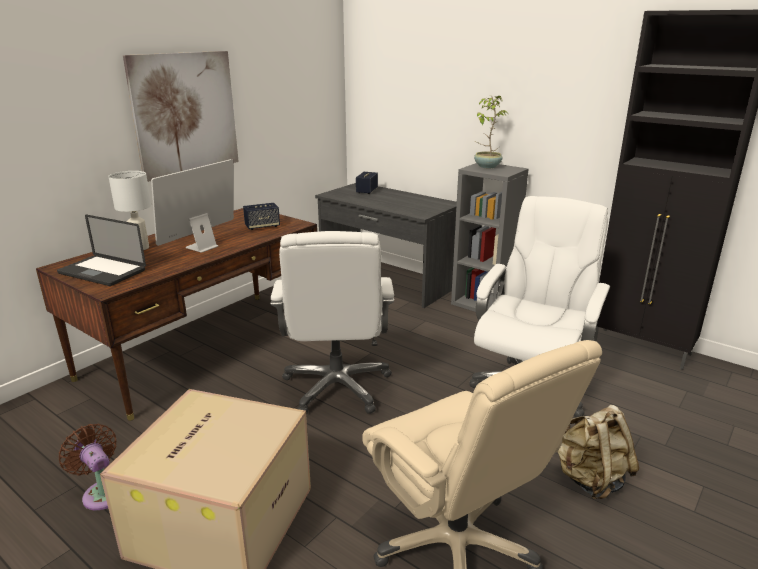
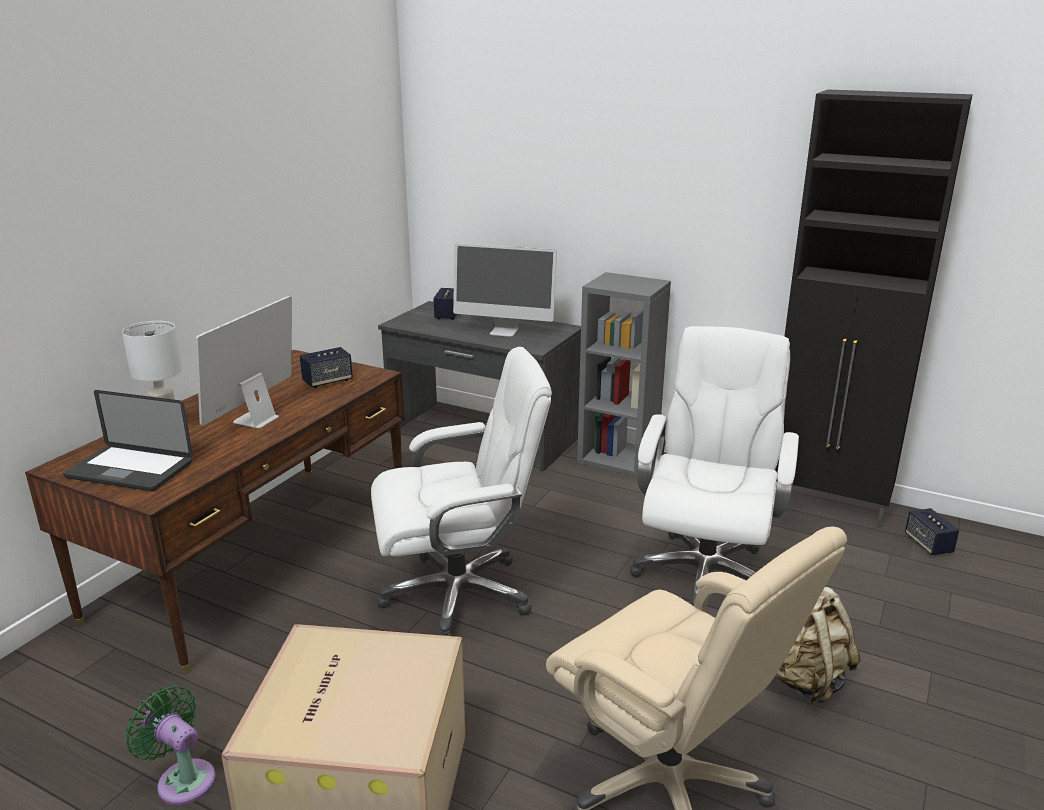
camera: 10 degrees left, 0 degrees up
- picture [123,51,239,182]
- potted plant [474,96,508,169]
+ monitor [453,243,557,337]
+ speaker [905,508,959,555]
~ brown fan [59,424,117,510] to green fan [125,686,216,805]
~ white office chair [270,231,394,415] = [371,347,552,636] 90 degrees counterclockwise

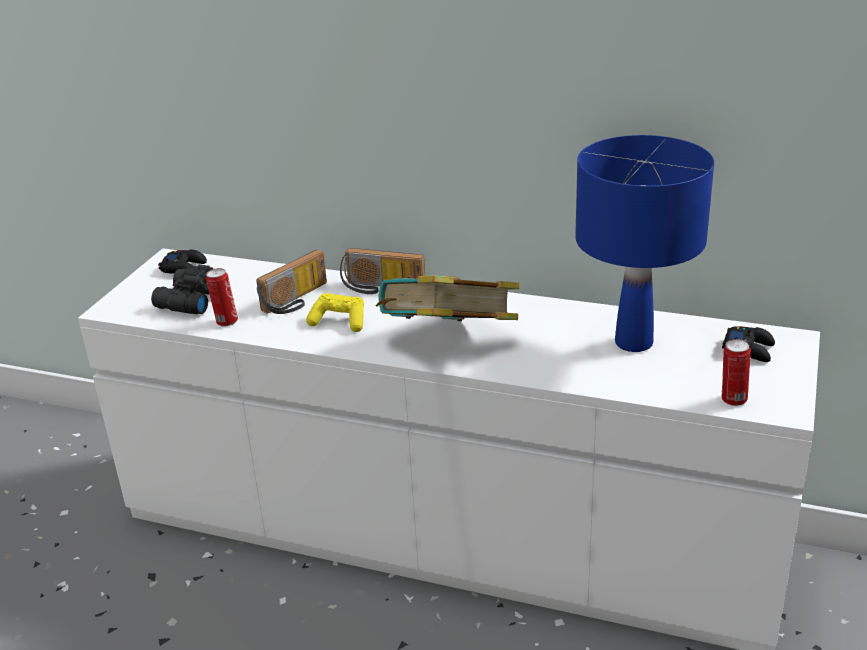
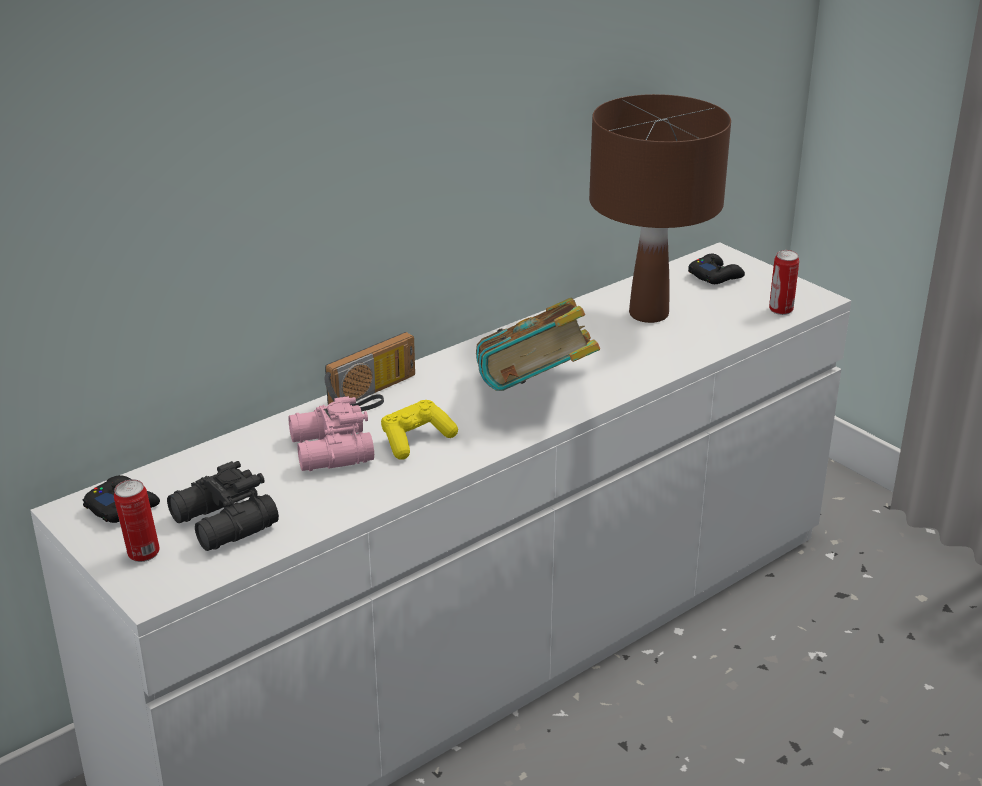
camera: 60 degrees left, 0 degrees up
~ can [206,268,238,327] to [114,479,160,562]
~ radio [256,250,327,314] to pink binoculars [288,396,374,471]
~ blue table lamp [575,135,714,352] to brown table lamp [589,94,731,323]

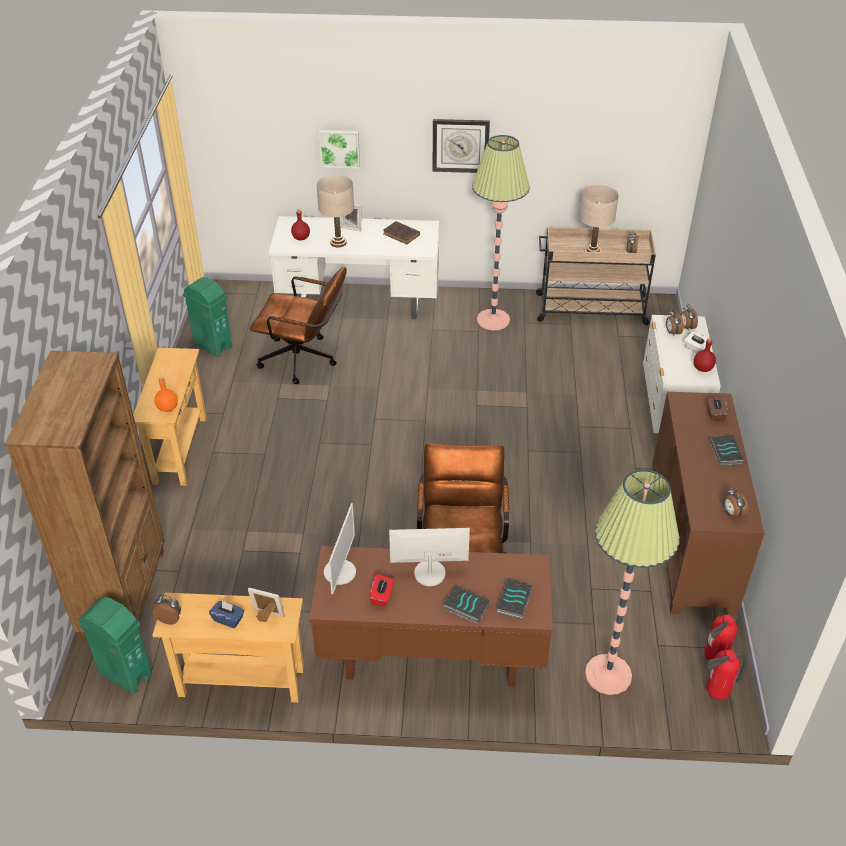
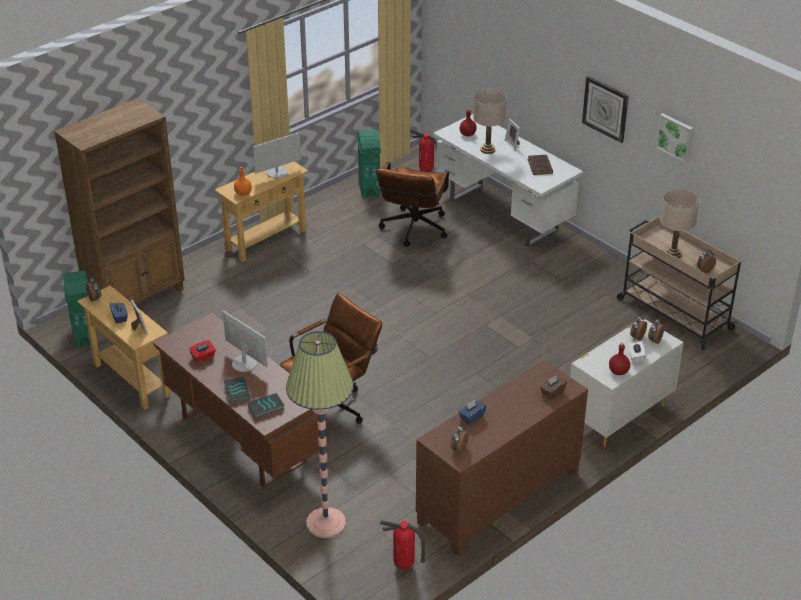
camera: 45 degrees right, 5 degrees down
- floor lamp [472,135,530,330]
- book [710,436,744,466]
+ blue tissue box [459,400,486,424]
~ picture [319,130,360,169] to [656,113,693,163]
~ monitor [324,503,356,594] to [253,132,301,179]
~ fire extinguisher [706,650,748,700] to [411,129,437,172]
~ brown office chair [250,267,347,384] = [376,162,449,247] 45 degrees clockwise

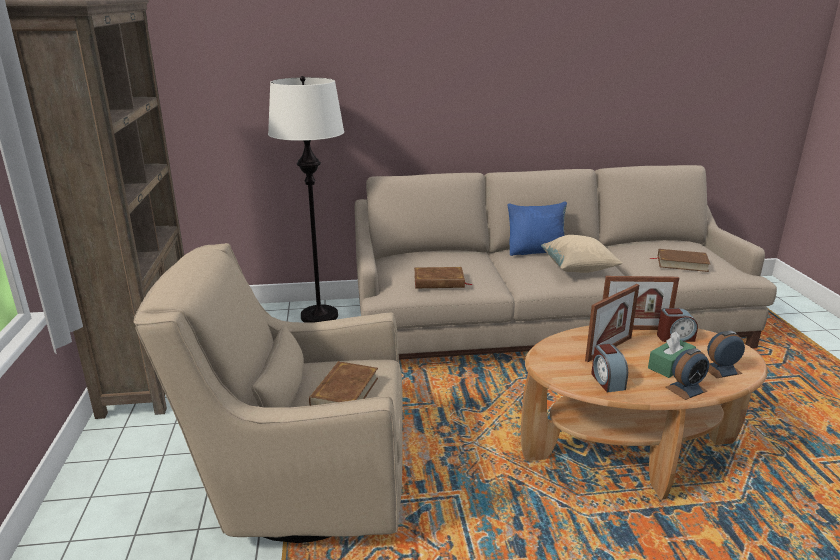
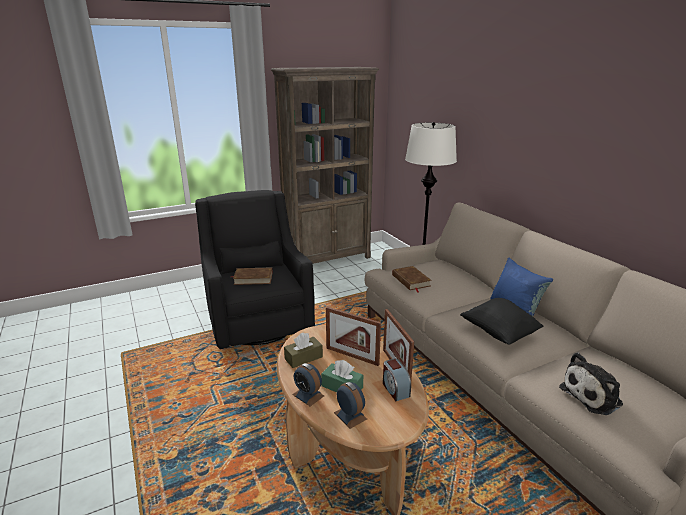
camera: 70 degrees right, 0 degrees up
~ alarm clock [591,344,628,393] to brown tissue box [284,333,323,368]
~ brown book [649,249,710,272] to plush toy [559,353,623,415]
~ beige armchair [134,243,403,543] to black armchair [195,190,315,349]
~ beige pillow [541,235,623,273] to black pillow [460,298,543,345]

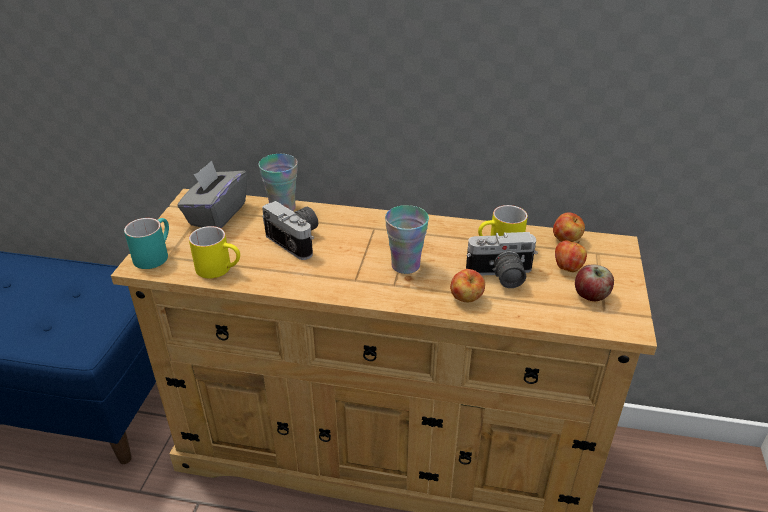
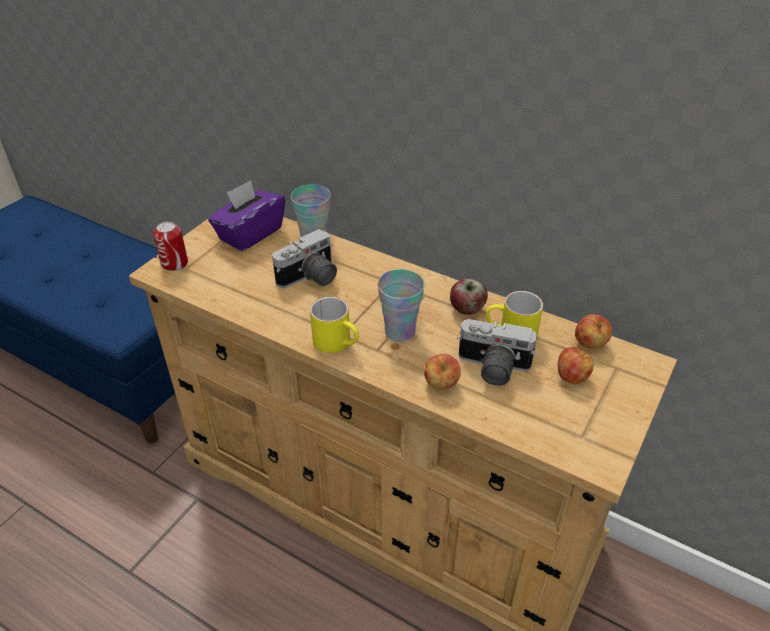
camera: 20 degrees right, 5 degrees up
~ yellow mug [189,226,240,279] to [310,297,359,353]
~ apple [575,265,614,301] to [450,279,488,315]
~ turquoise mug [124,218,169,269] to can [153,221,188,271]
~ grey tissue box [177,161,247,228] to purple tissue box [208,180,285,251]
~ photo camera [262,201,318,260] = [272,229,337,288] 75 degrees clockwise

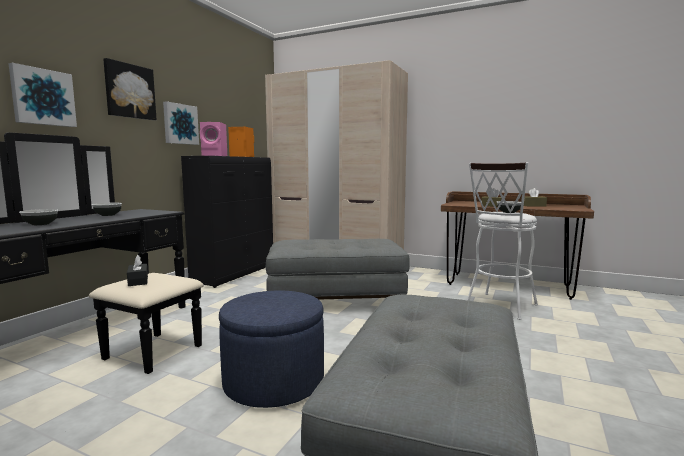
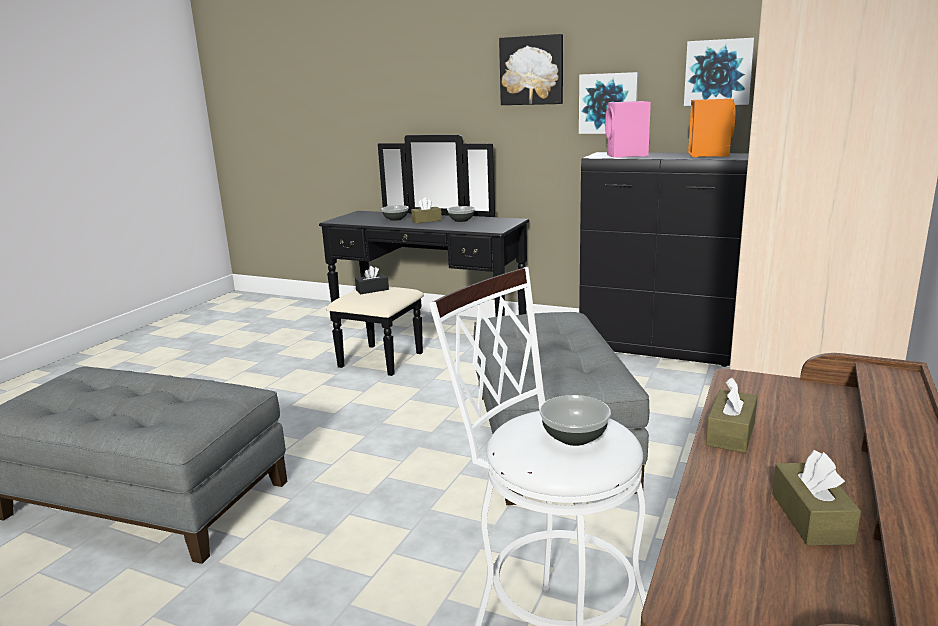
camera: 90 degrees right, 10 degrees up
- blue ottoman [219,291,324,408]
+ brown tissue box [411,197,442,223]
~ picture [8,63,77,127] to [684,38,755,106]

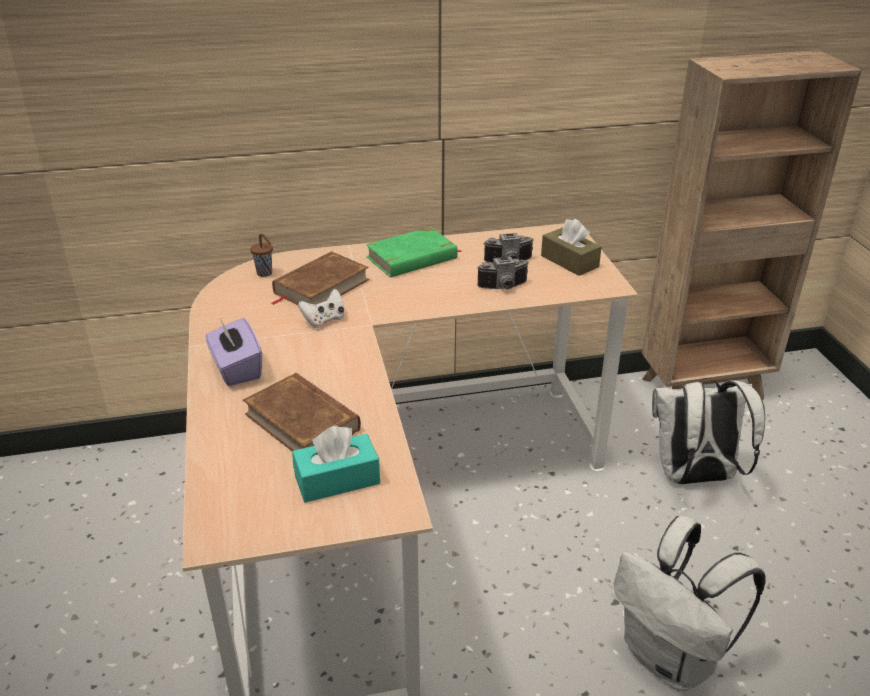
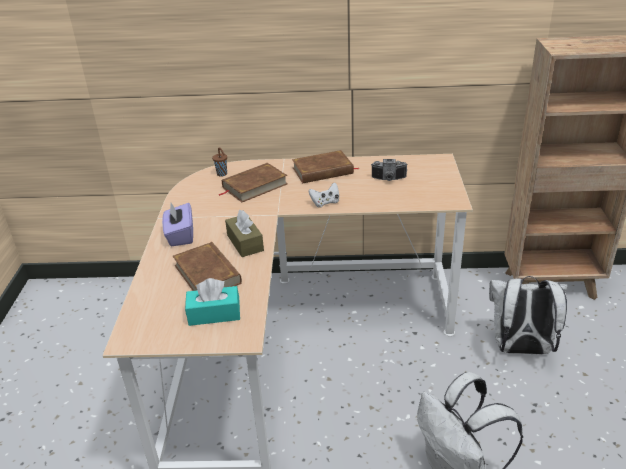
camera: 15 degrees right, 0 degrees up
- photo camera [477,256,528,290]
~ white game controller [298,289,345,328] to [308,182,339,208]
~ brown tissue box [541,219,602,276] to [225,210,264,257]
~ green book [366,227,462,278] to brown book [292,150,359,183]

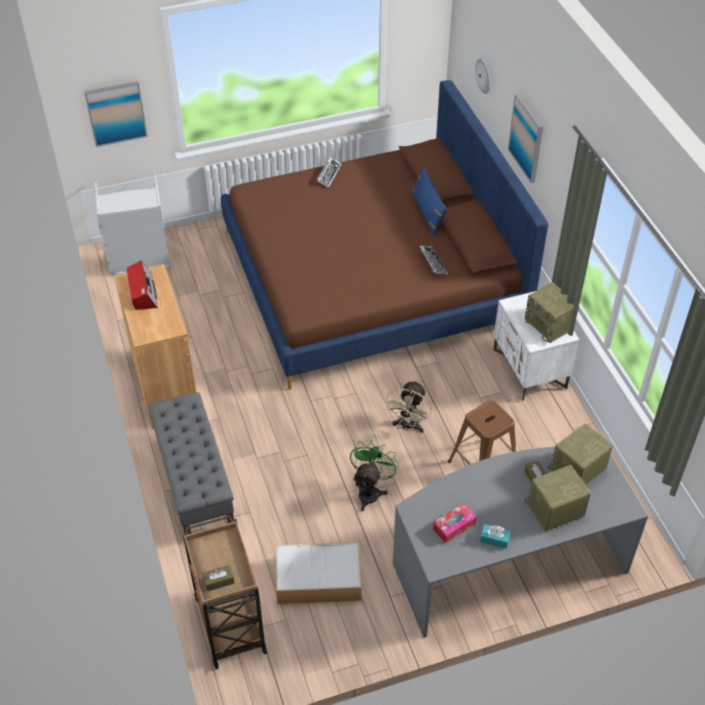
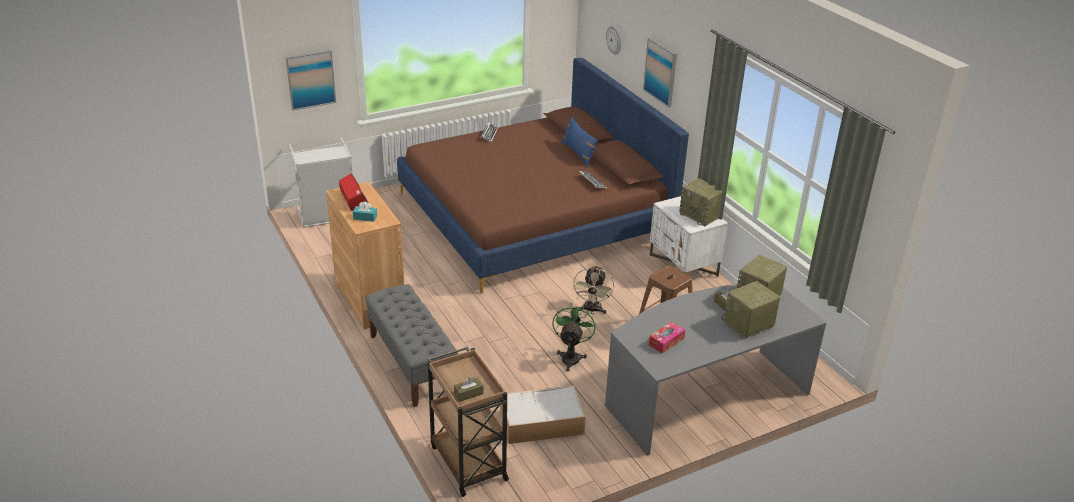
camera: 10 degrees left, 15 degrees down
~ turquoise tissue box [480,524,511,549] to [353,201,377,222]

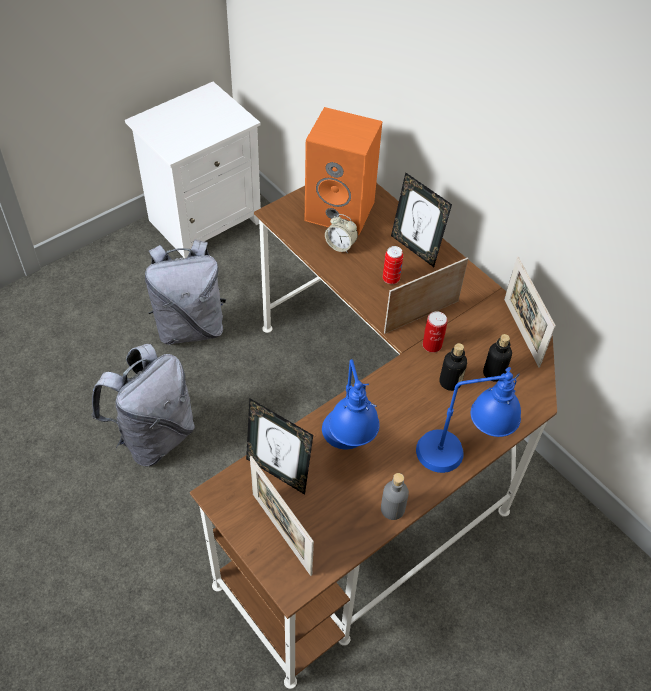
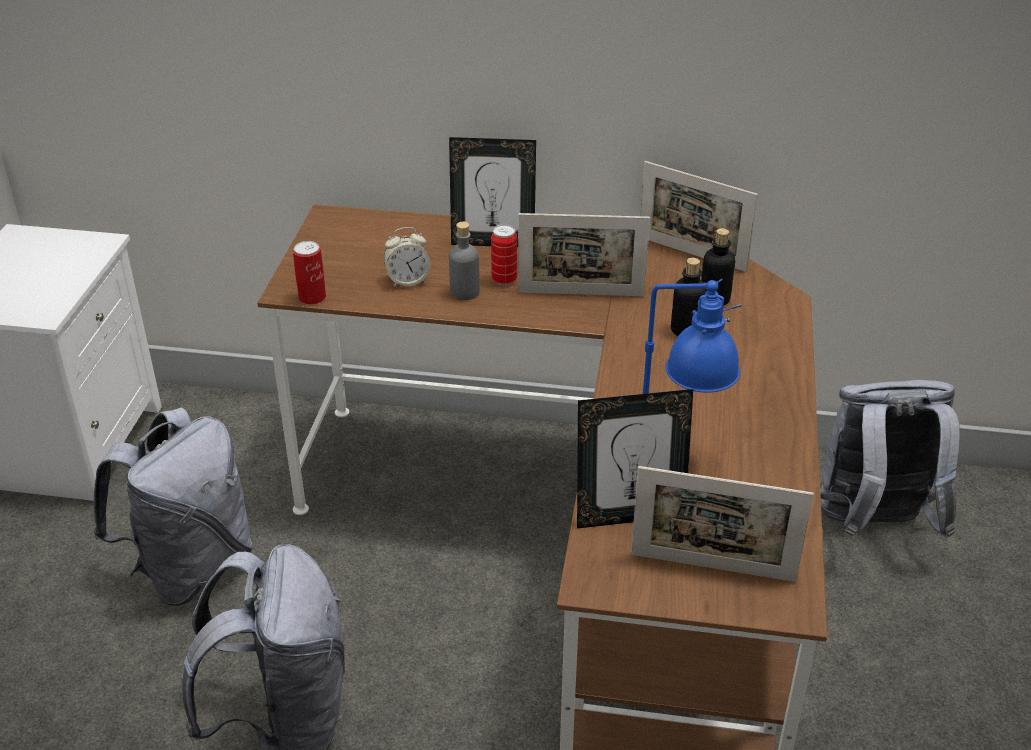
camera: 40 degrees left, 15 degrees down
- orange speaker [305,107,383,236]
- blue table lamp [416,367,521,473]
+ grey backpack [820,380,960,539]
~ grey bottle [381,473,409,520] to [449,221,480,300]
~ can [423,311,448,353] to [293,241,326,305]
~ picture frame [384,257,468,334] = [518,213,650,296] 105 degrees counterclockwise

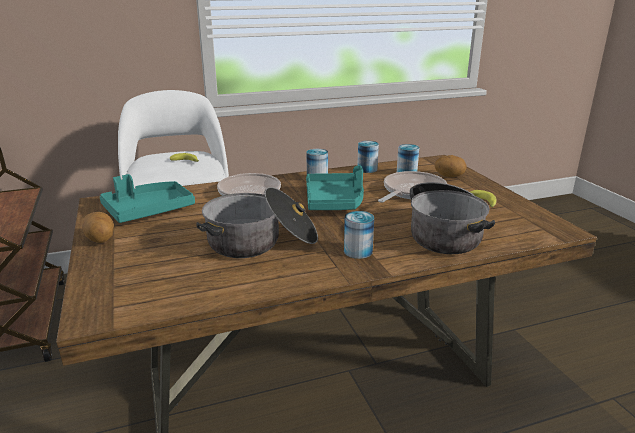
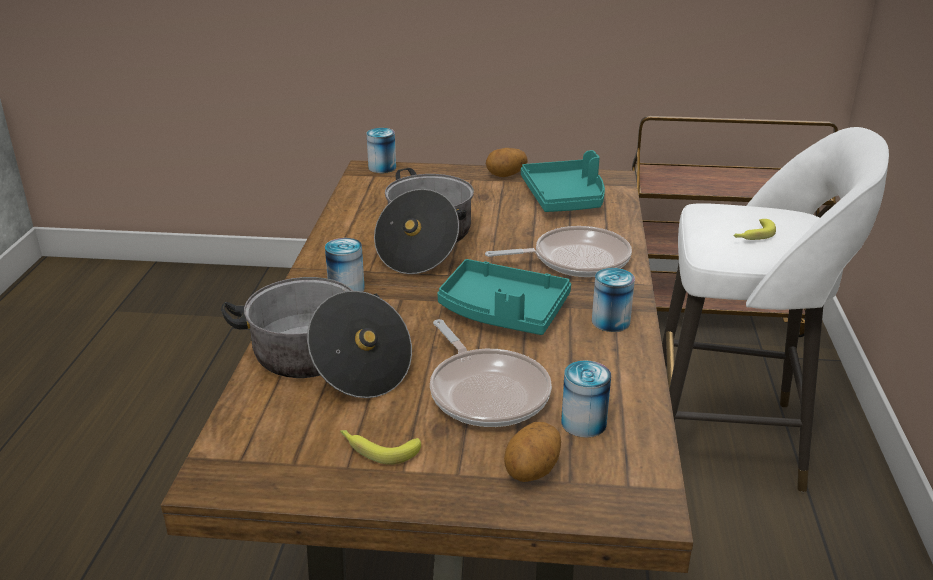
camera: 115 degrees right, 5 degrees up
~ can [357,141,379,173] to [366,128,396,173]

